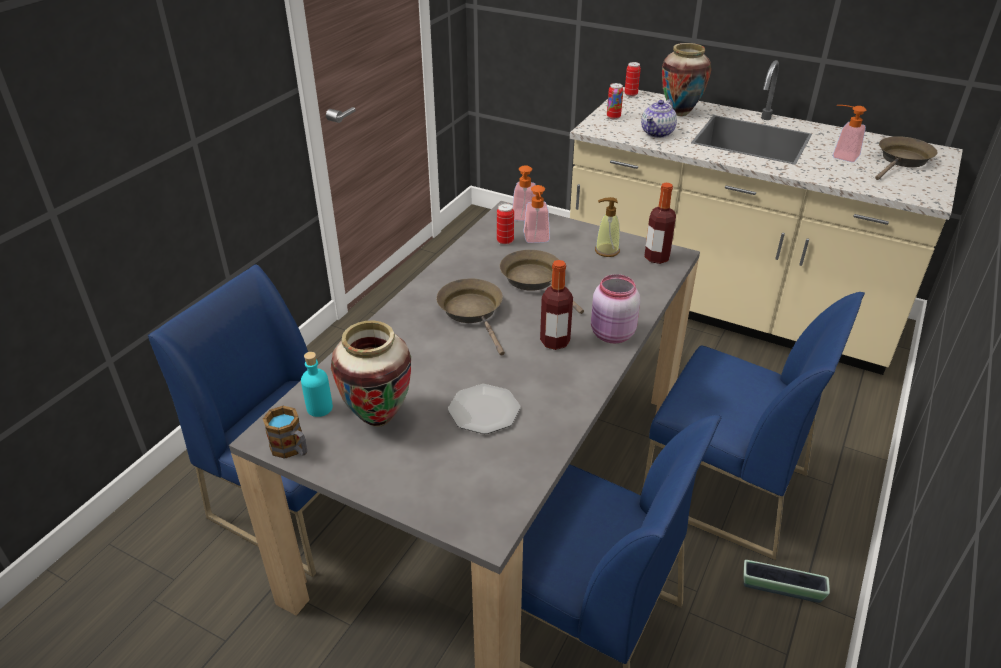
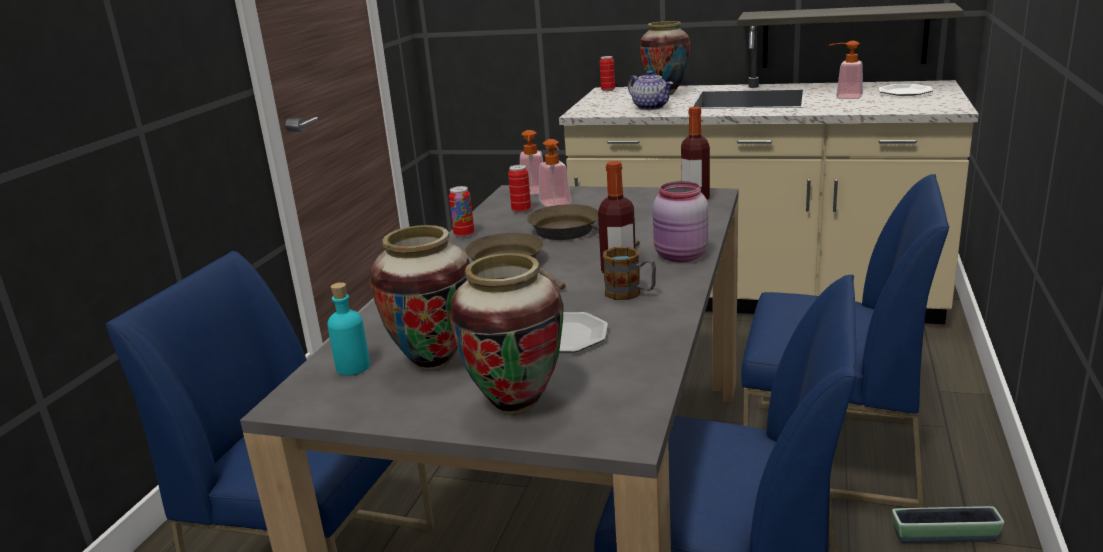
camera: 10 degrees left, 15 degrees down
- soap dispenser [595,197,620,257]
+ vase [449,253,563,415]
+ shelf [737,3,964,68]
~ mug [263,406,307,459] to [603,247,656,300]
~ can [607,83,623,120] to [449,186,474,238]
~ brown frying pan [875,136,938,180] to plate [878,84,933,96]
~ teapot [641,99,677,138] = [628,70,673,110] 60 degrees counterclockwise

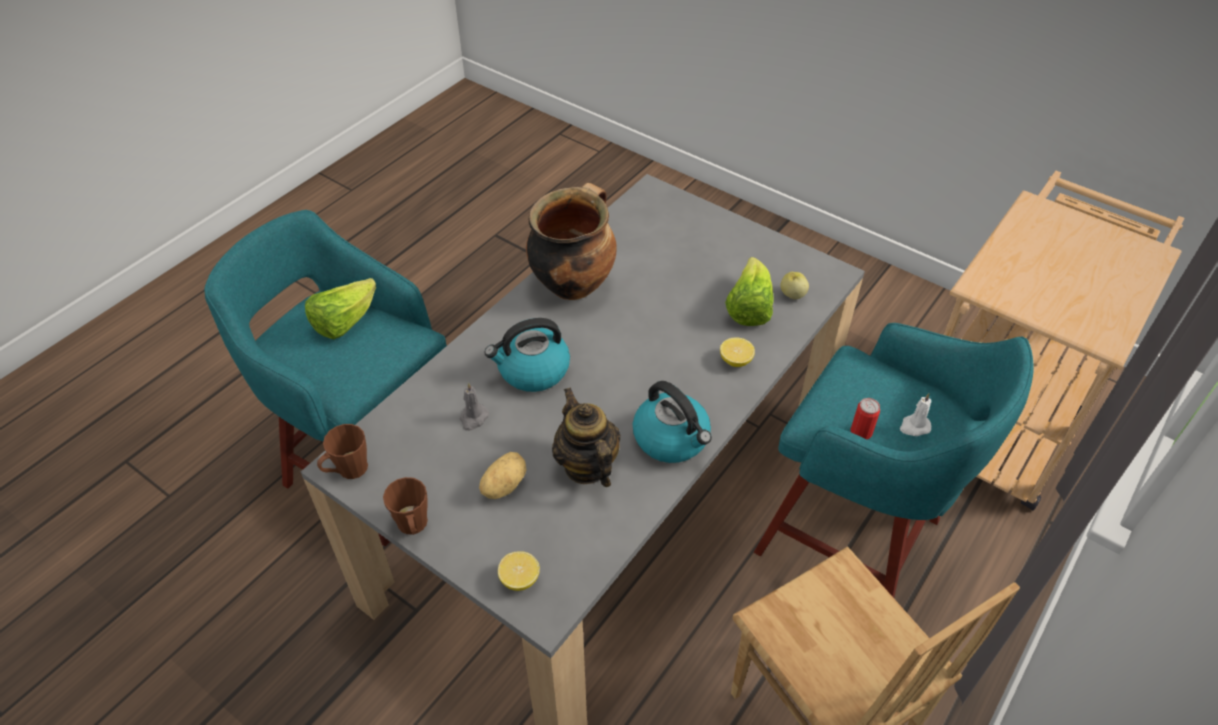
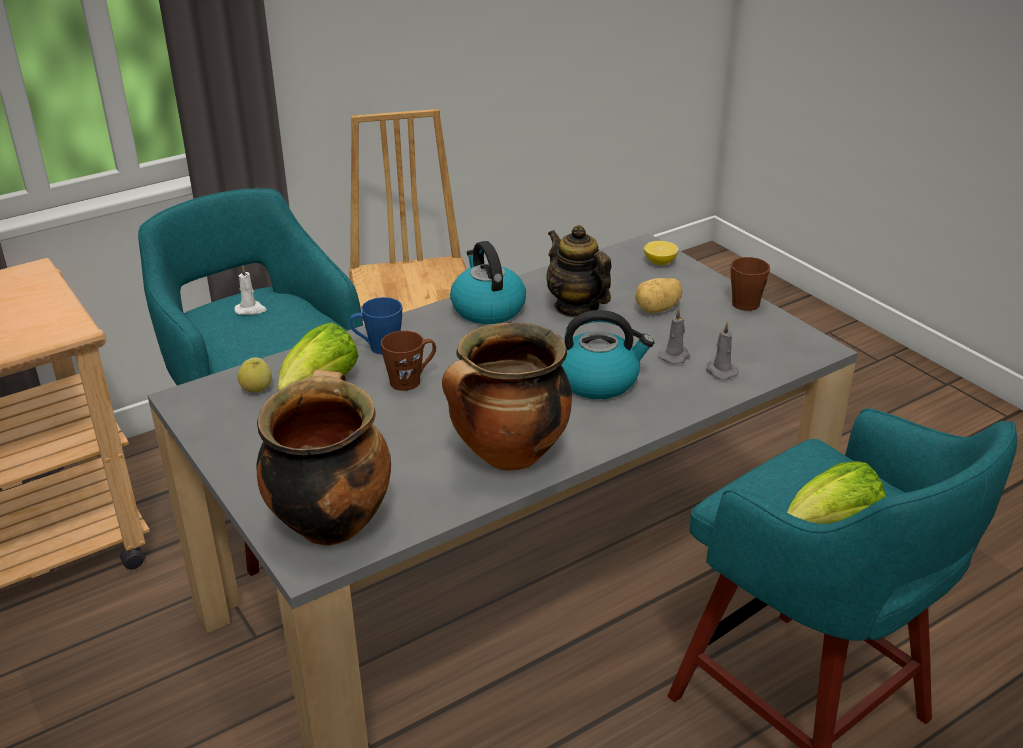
camera: 160 degrees left, 15 degrees down
- can [850,398,880,439]
+ cooking pot [256,369,391,546]
+ grey candle [706,322,739,380]
~ brown mug [317,424,368,479] to [381,331,436,391]
~ lemon [720,337,755,367] to blue mug [349,297,402,354]
~ teapot [552,387,621,487] = [546,225,612,318] 150 degrees clockwise

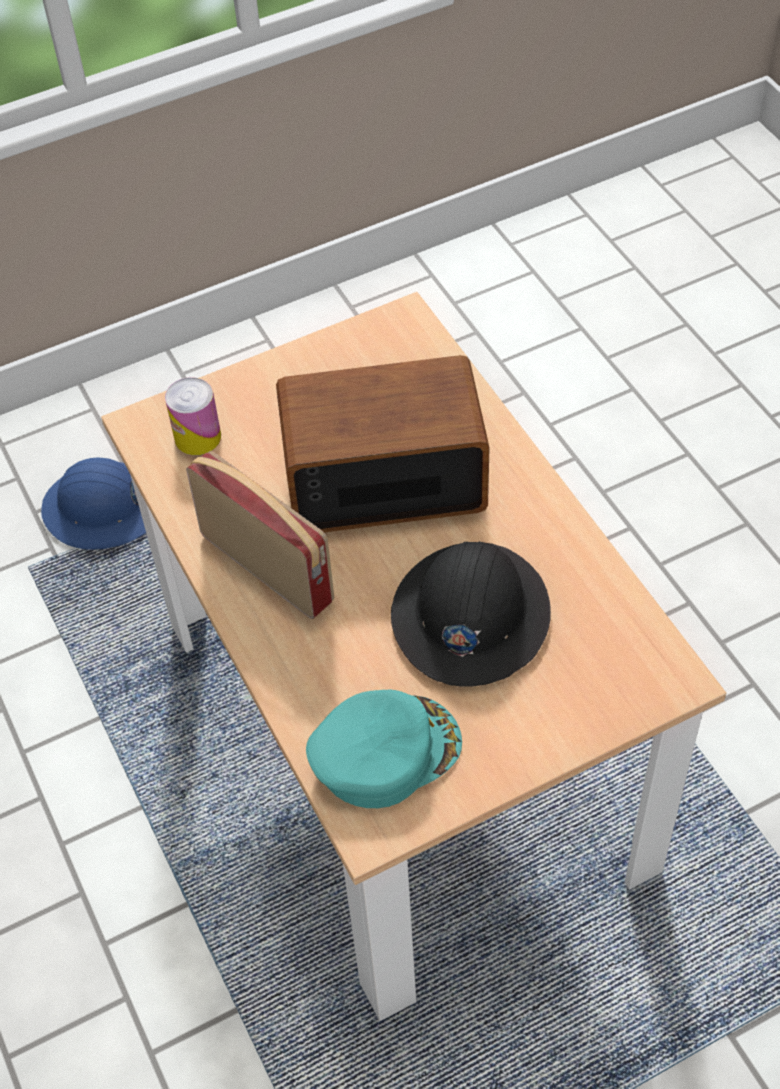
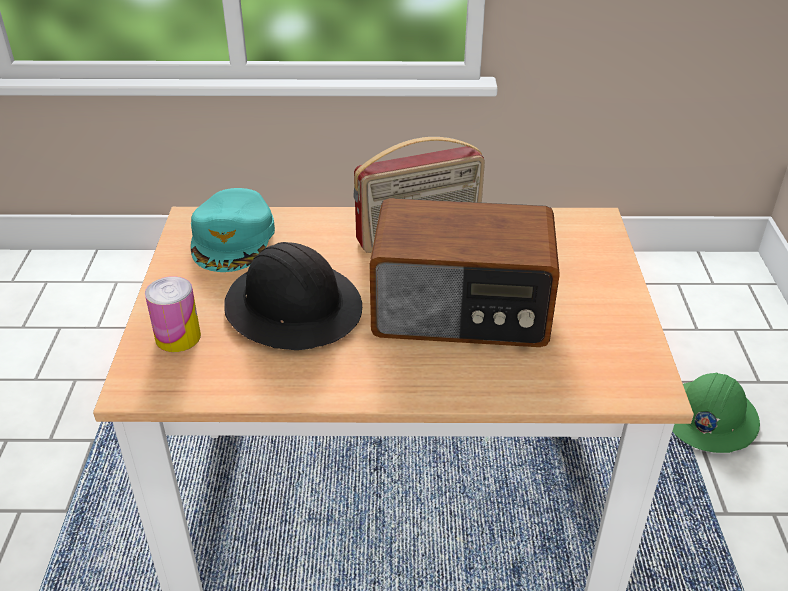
camera: 115 degrees right, 15 degrees down
~ can [165,377,221,455] to [145,276,201,352]
~ blue hard hat [41,457,146,550] to green hard hat [672,373,760,453]
~ radio [276,355,490,532] = [370,198,560,347] 75 degrees clockwise

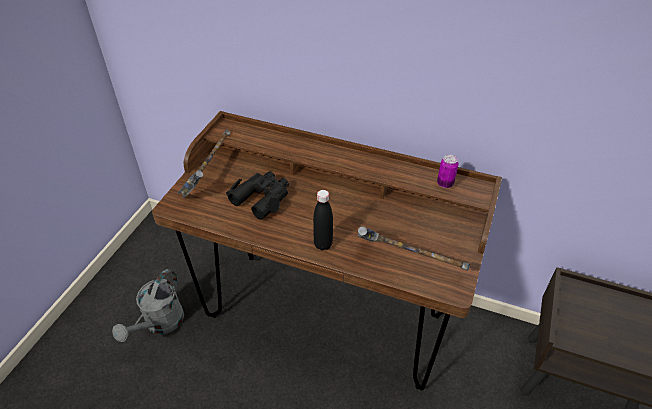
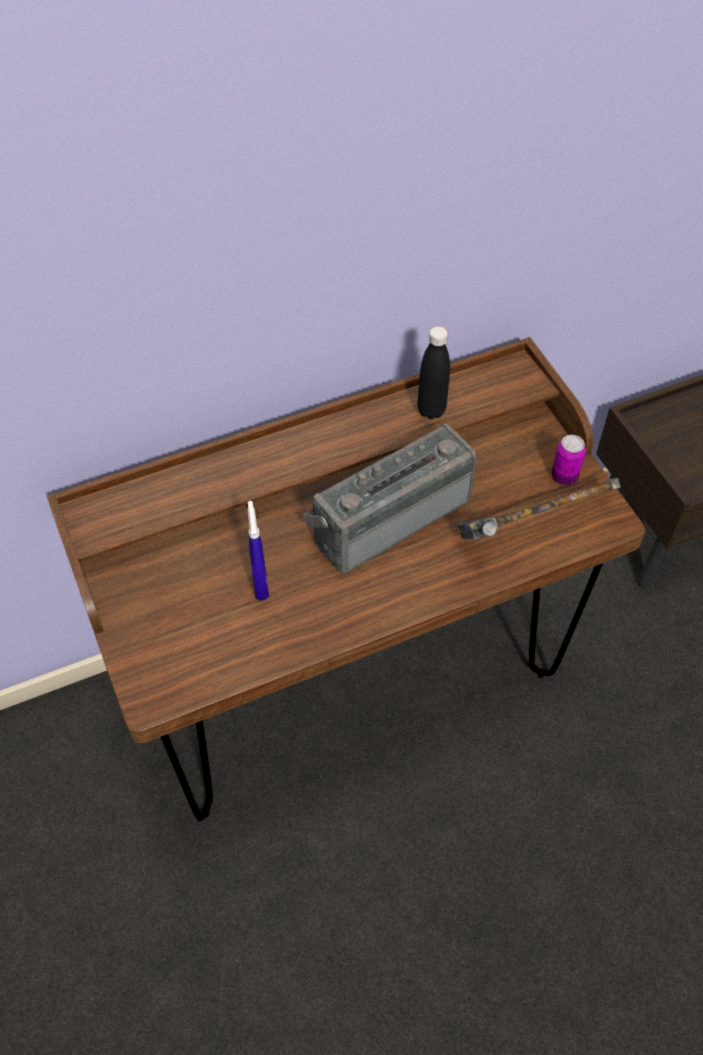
camera: 45 degrees left, 10 degrees up
- grey watering can [112,269,184,342]
- hammer [177,129,231,197]
+ radio [303,424,477,574]
~ black bottle [313,190,333,251] to [418,326,450,419]
~ can [437,155,459,188] to [551,435,586,485]
~ black binoculars [226,171,289,220] to blue spray bottle [248,501,269,601]

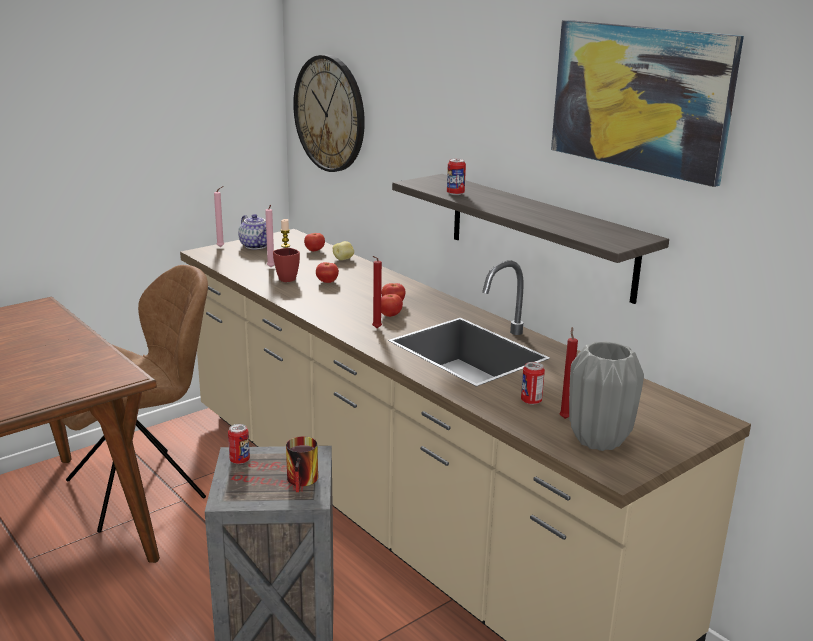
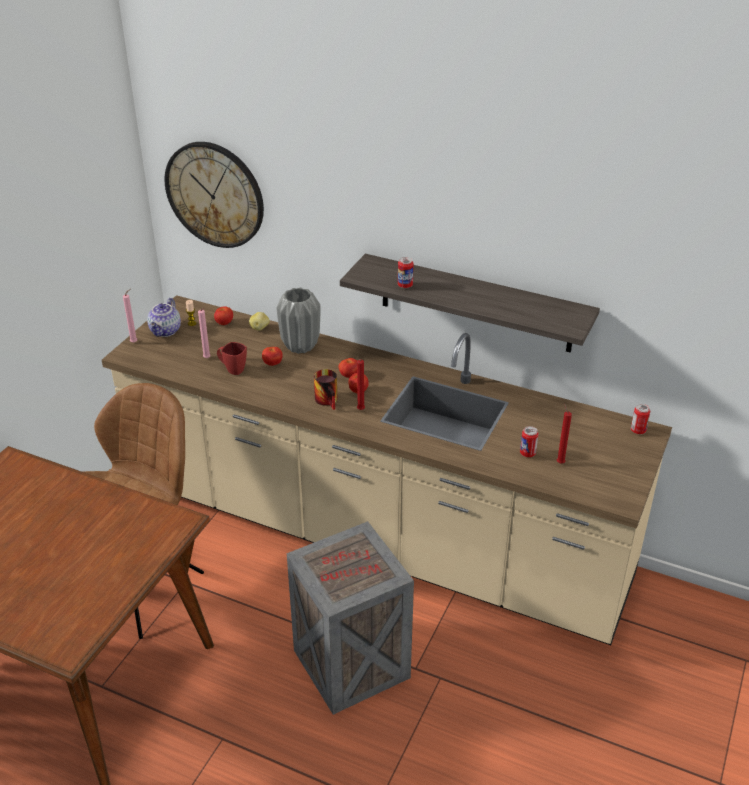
camera: 25 degrees left, 15 degrees up
- picture [551,20,744,187]
~ can [228,424,250,464] to [631,404,650,434]
~ mug [286,436,318,492] to [314,369,337,410]
~ grey vase [569,341,644,451] to [277,288,320,354]
~ teapot [238,214,267,249] = [147,298,181,337] 75 degrees clockwise

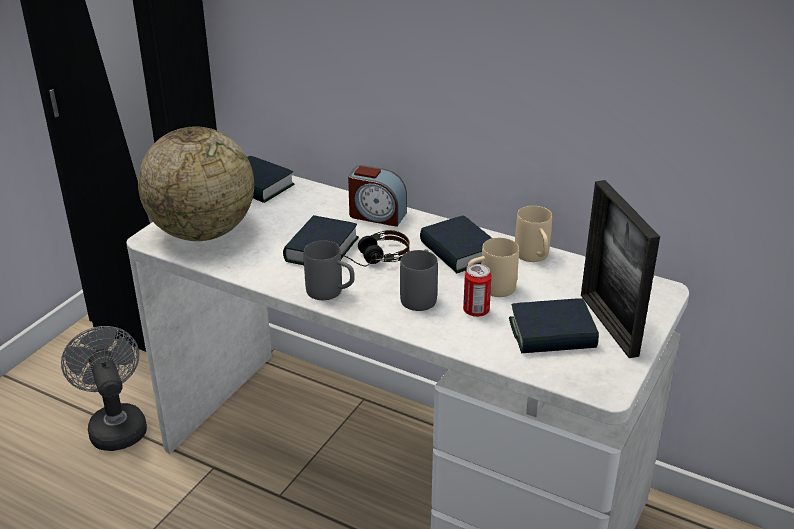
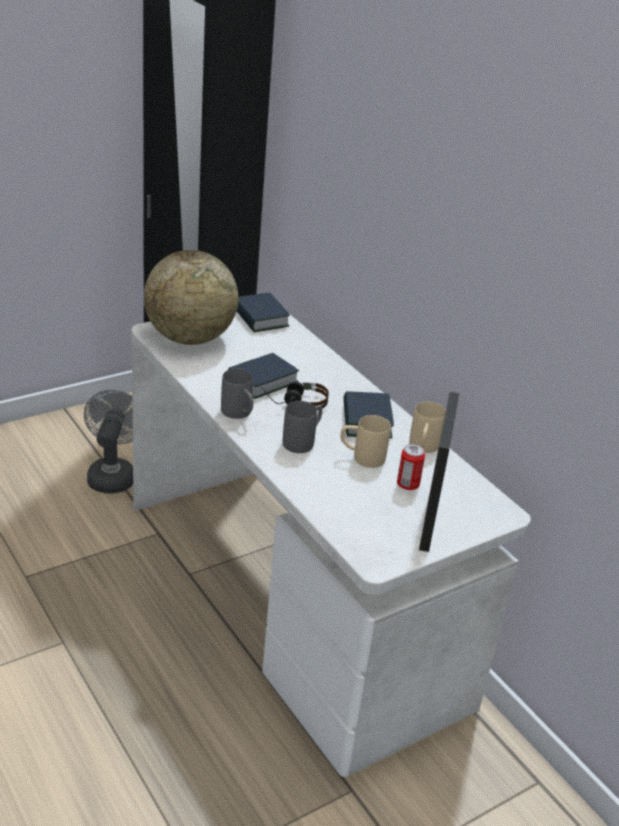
camera: 25 degrees right, 0 degrees up
- alarm clock [348,165,407,227]
- book [509,298,599,353]
~ can [463,264,492,317] to [397,444,425,490]

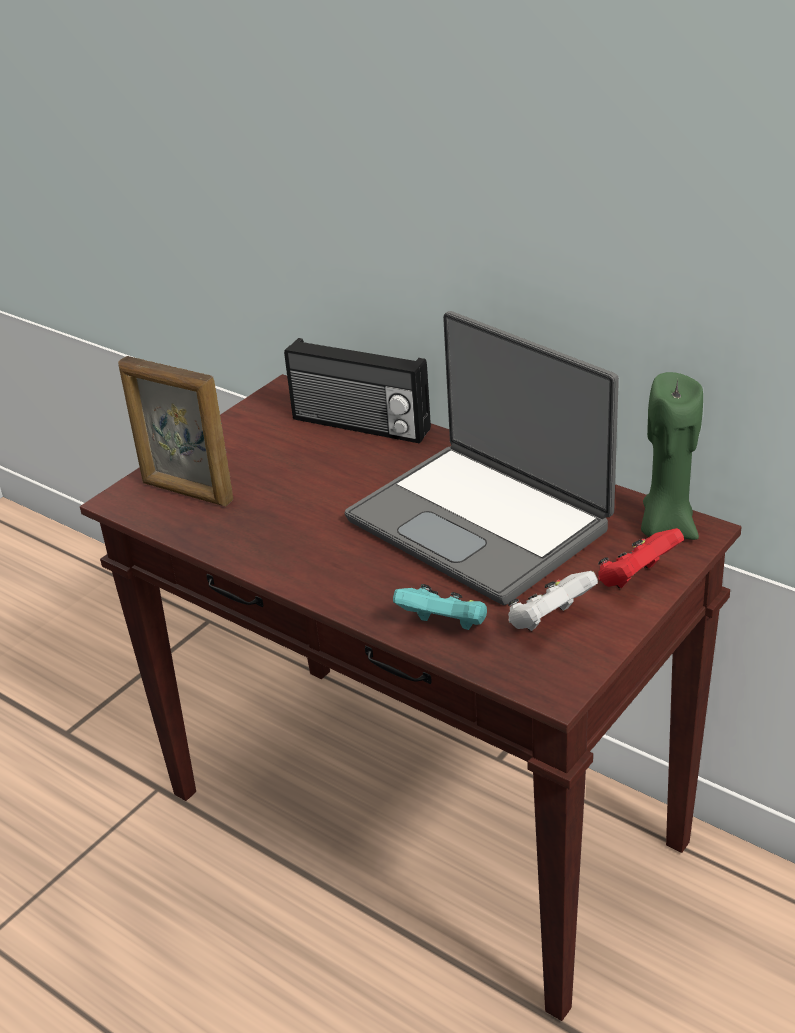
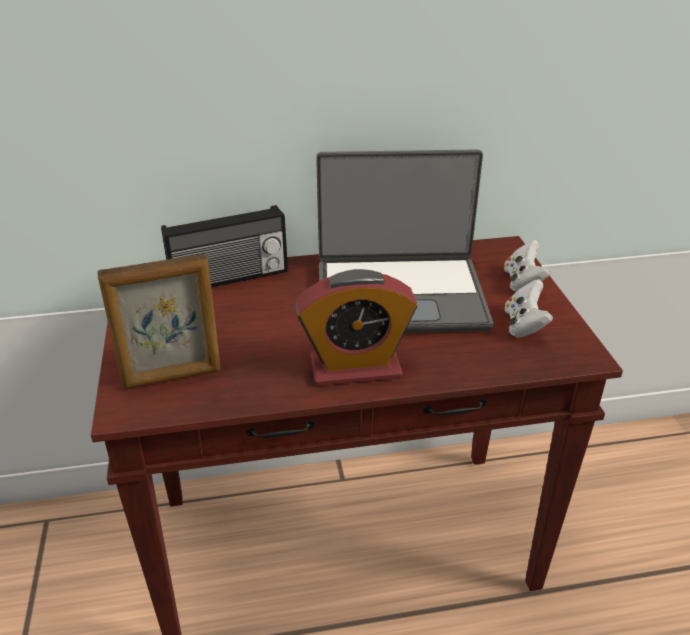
camera: 50 degrees left, 0 degrees up
- turquoise game controller [393,584,487,630]
- green candle [641,372,703,540]
+ alarm clock [295,269,417,386]
~ red game controller [598,528,684,588] to white game controller [504,240,550,292]

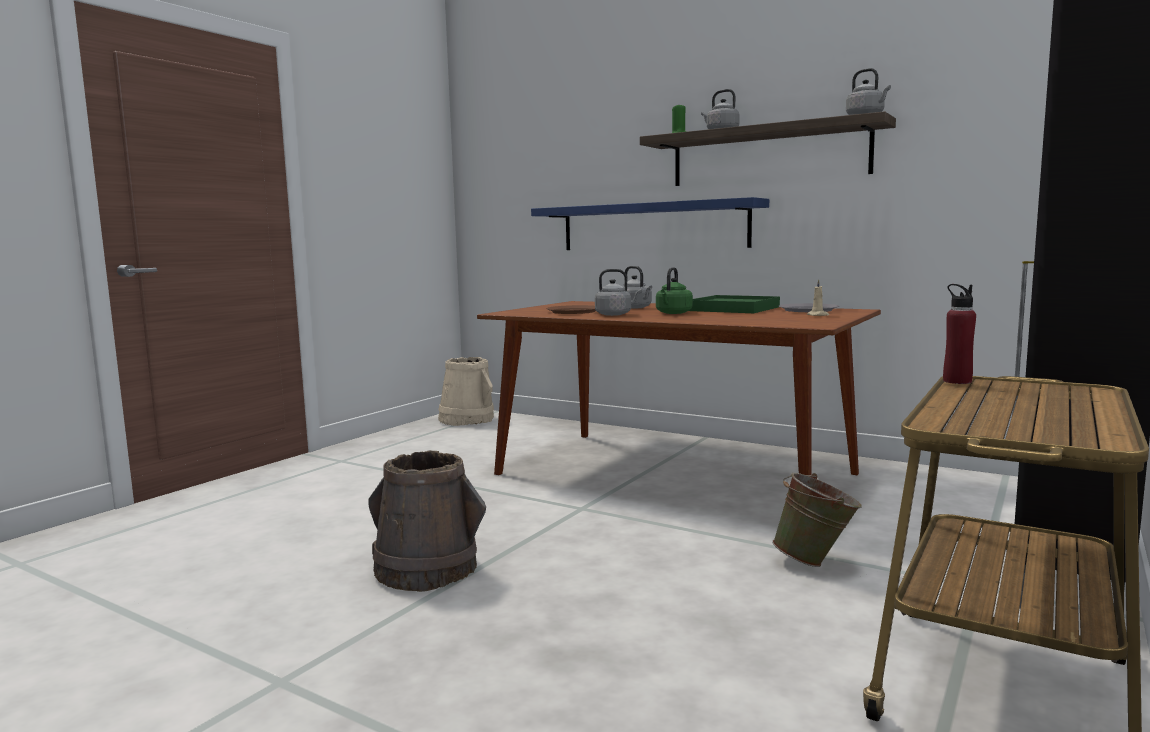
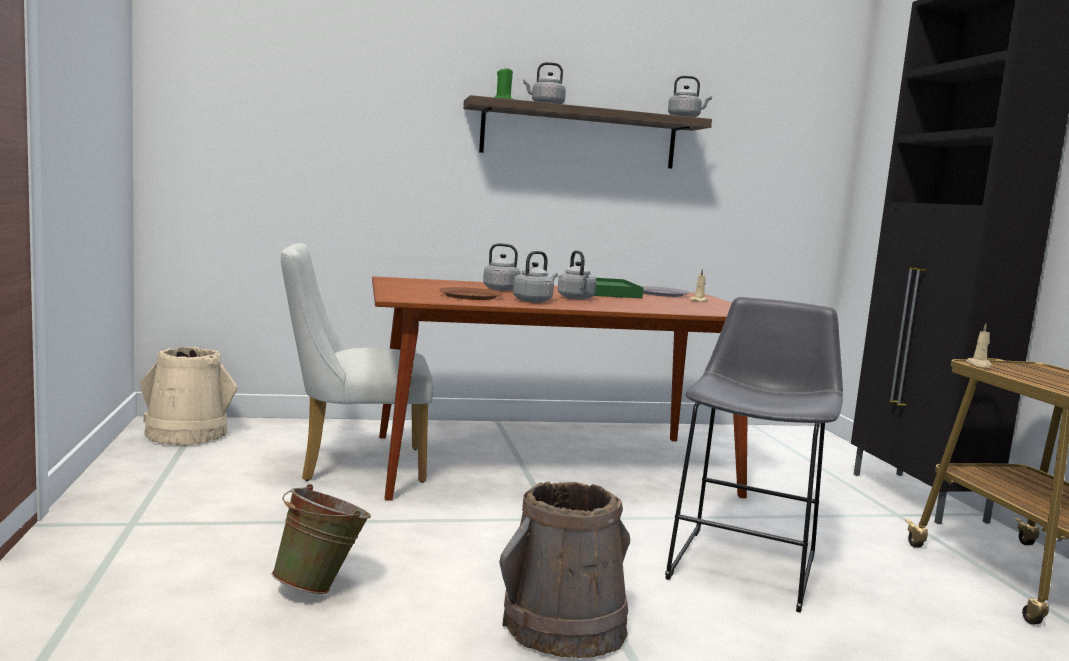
camera: 45 degrees left, 0 degrees up
- blue shelf [531,197,769,250]
+ white chair [281,243,434,483]
+ grey stool [665,297,843,613]
~ green bucket [772,473,862,567] to [271,484,371,594]
~ red bottle [943,284,976,384] to beige candle [966,323,992,368]
~ green kettle [656,267,693,314] to grey kettle [558,250,596,299]

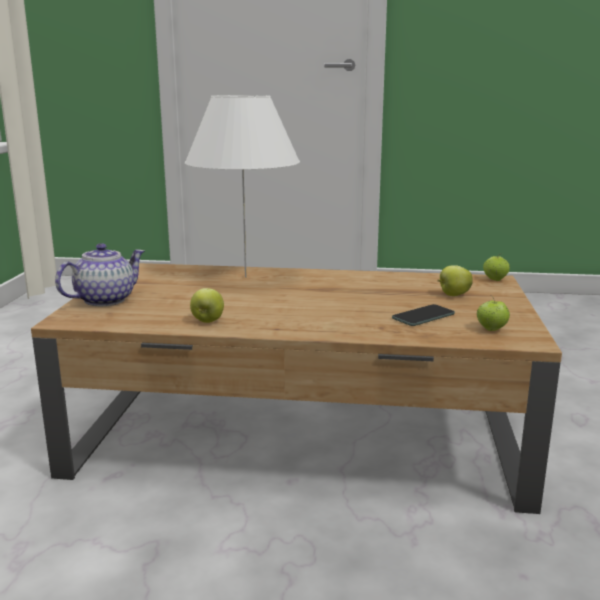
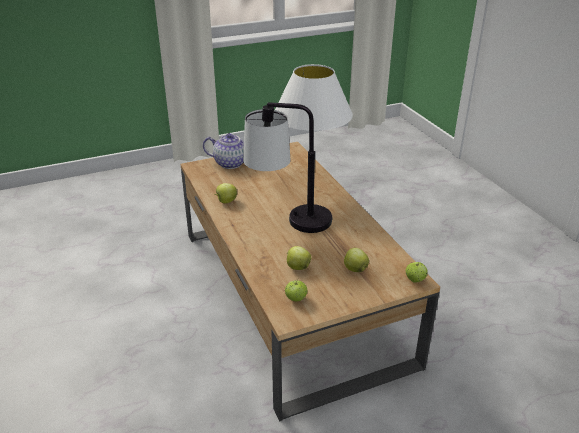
camera: 60 degrees right, 15 degrees up
+ table lamp [243,102,332,233]
~ phone [392,304,455,326] to apple [287,246,311,270]

